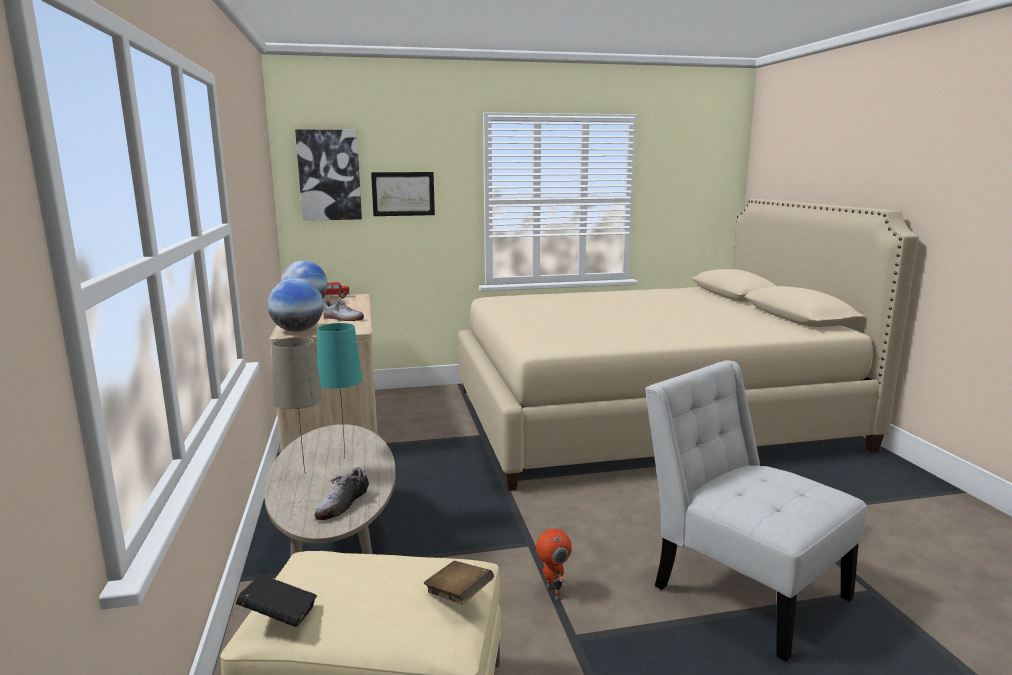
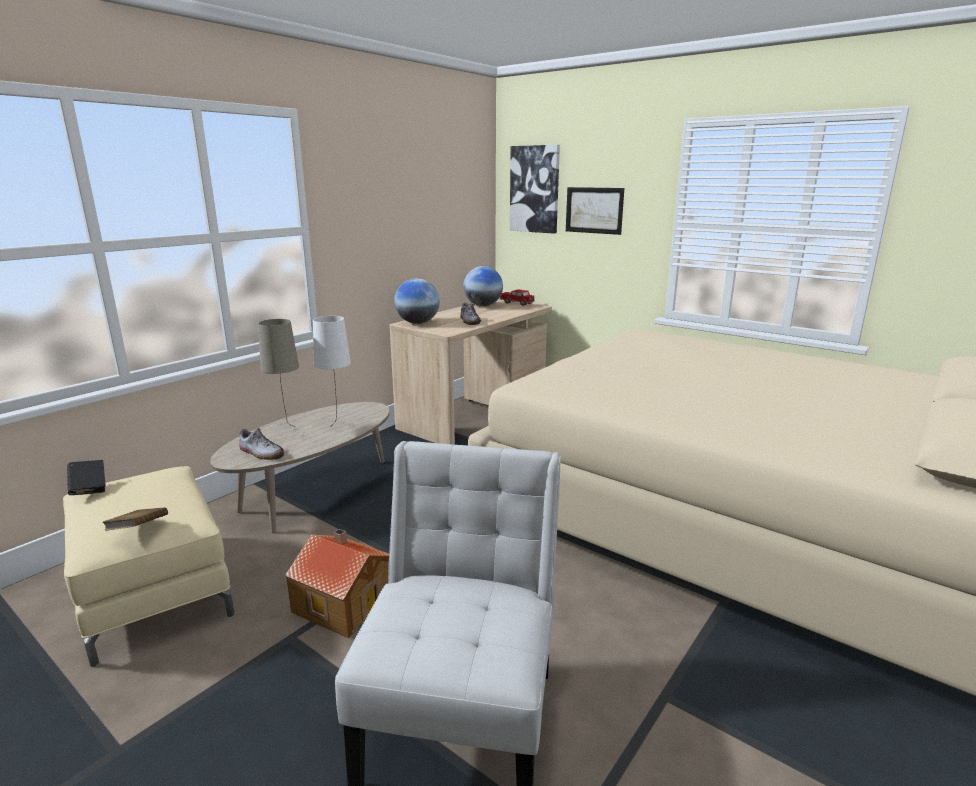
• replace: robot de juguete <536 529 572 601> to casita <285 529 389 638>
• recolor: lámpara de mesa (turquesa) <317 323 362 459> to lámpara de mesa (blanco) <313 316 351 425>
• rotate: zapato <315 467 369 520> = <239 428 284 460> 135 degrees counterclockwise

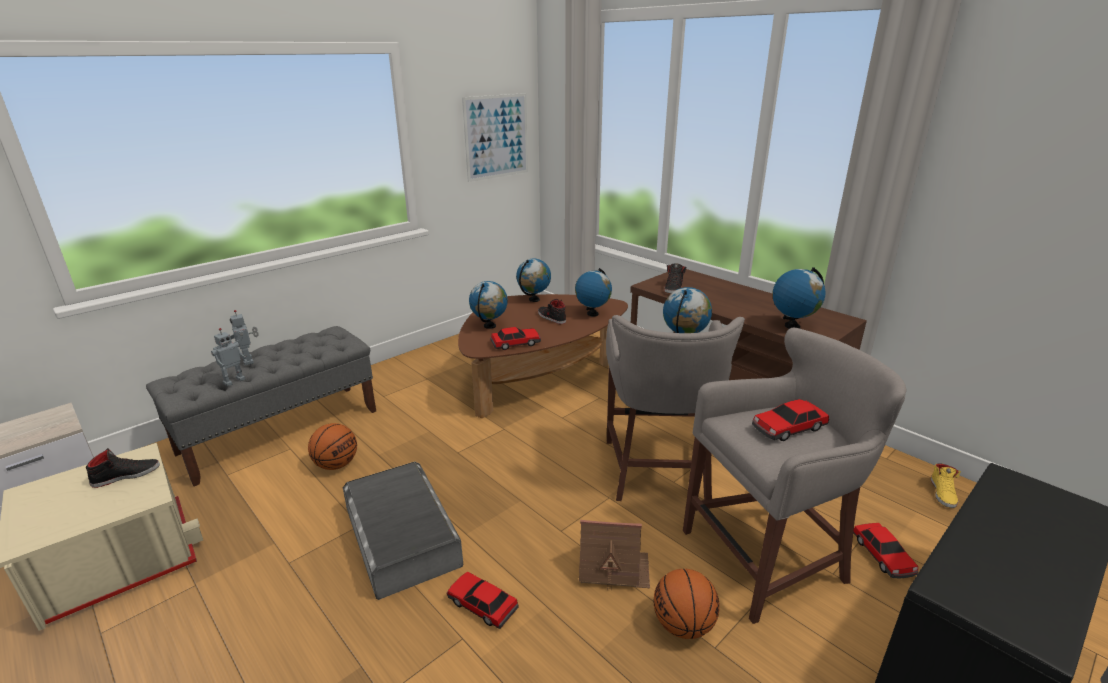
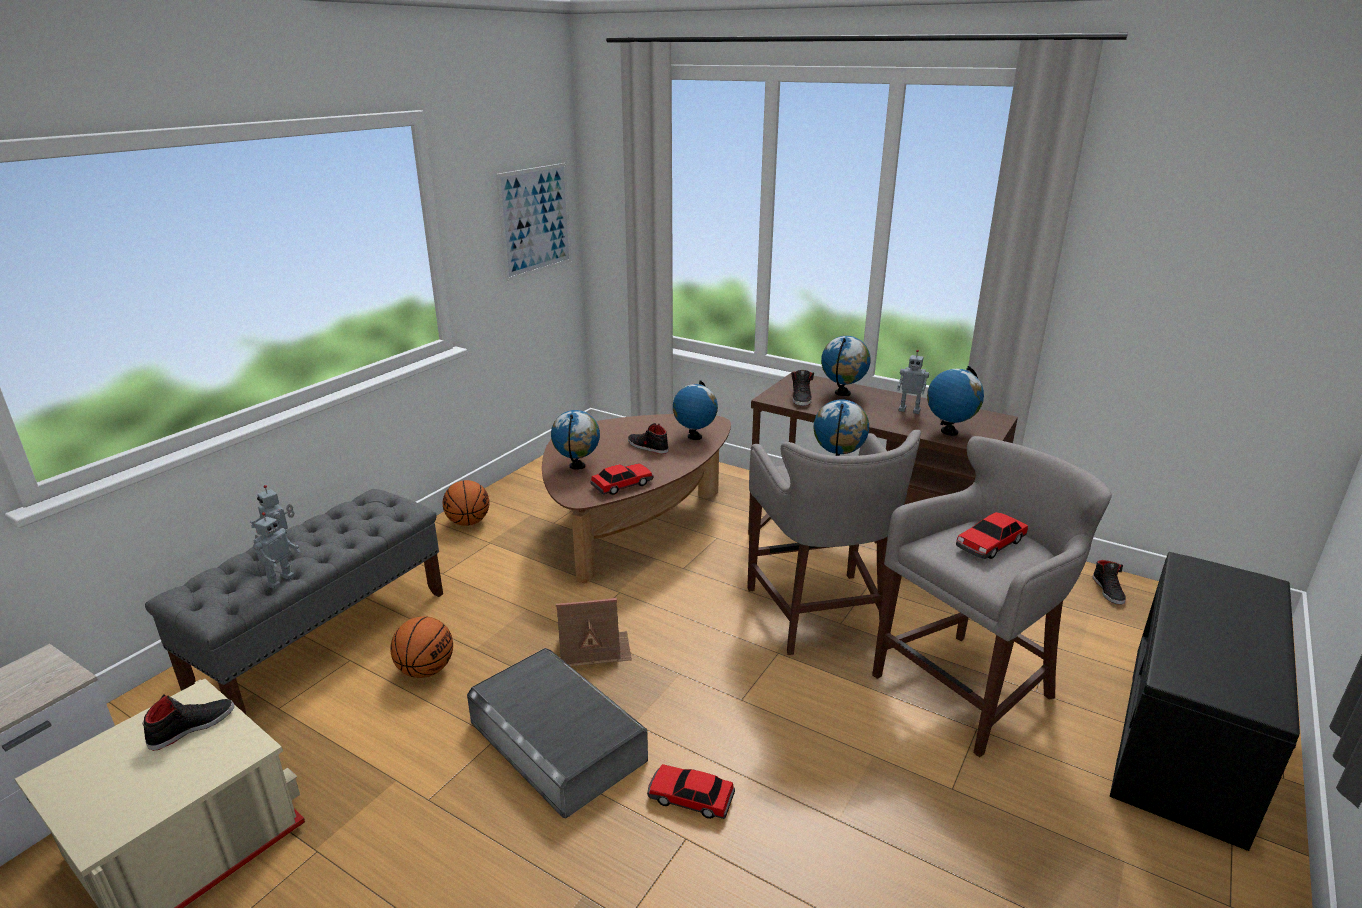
• delete: coche de juguete <853 523 918 578>
• insert: robot de juguete <897 350 929 414>
• move: globo terráqueo <516 259 551 302> to <821 336 871 396>
• move: casita <579 520 650 589> to <556 598 632 667>
• move: balón de baloncesto <653 569 720 639> to <443 480 489 526>
• recolor: zapato (amarillo) <931 464 961 508> to zapato (negro) <1093 560 1126 605>

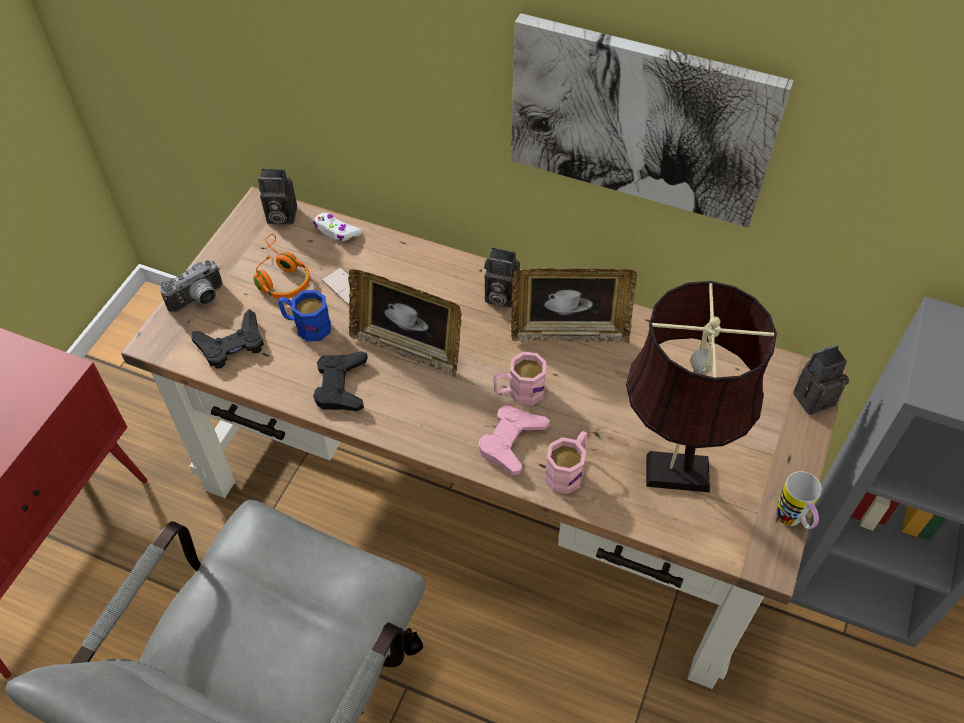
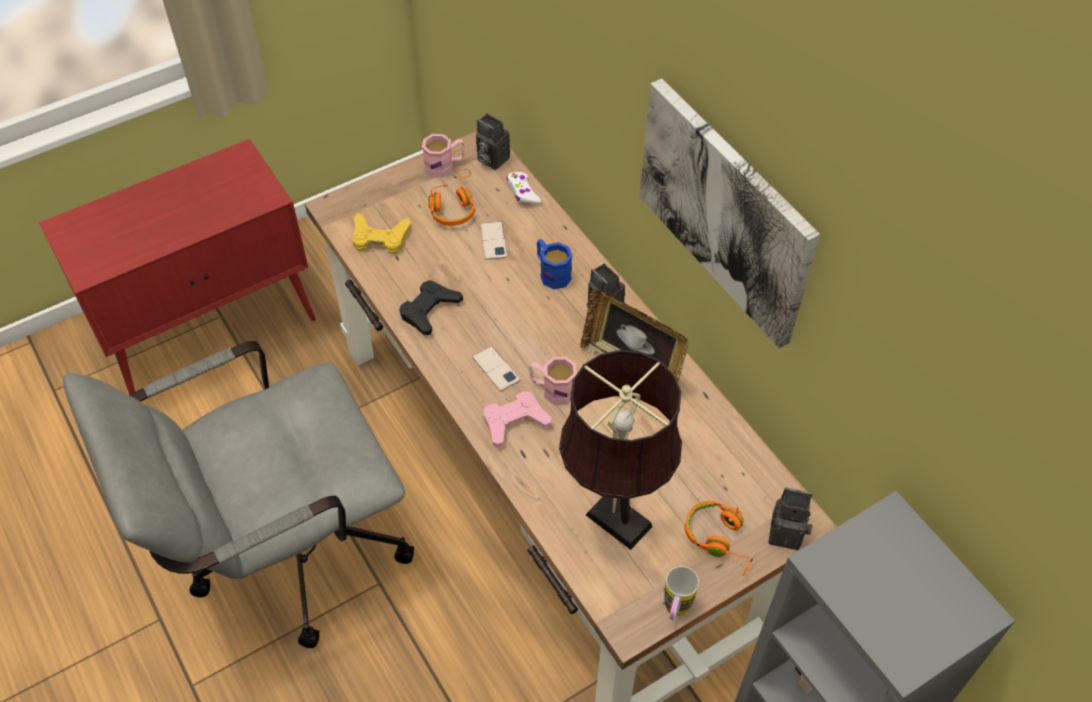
• delete: cámara <160 260 223 313>
• delete: portarretratos <348 269 462 378>
• insert: móvil <472 346 520 391>
• insert: auriculares (naranja) <685 501 754 576>
• move: taza grande (azul) <278 290 331 342> to <537 239 572 289>
• move: taza grande (rosa) <544 431 588 494> to <422 134 465 178>
• recolor: mando de consola (negro) <191 309 264 369> to mando de consola (amarillo) <352 213 411 254>

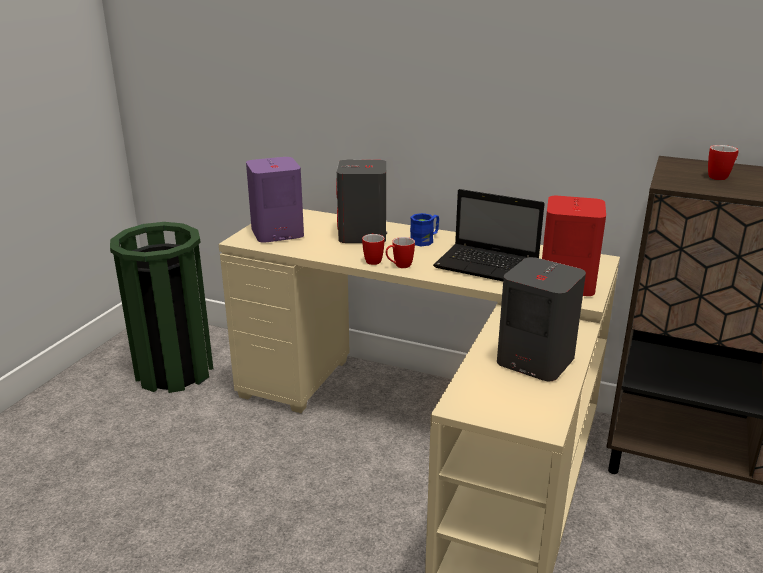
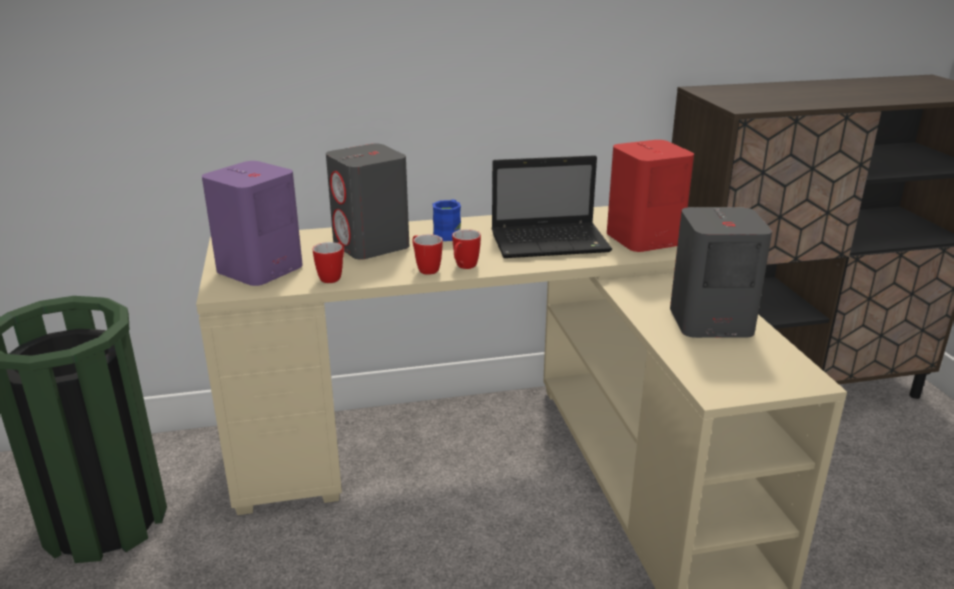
• move: taza grande <708 145 738 180> to <312 242 344 283>

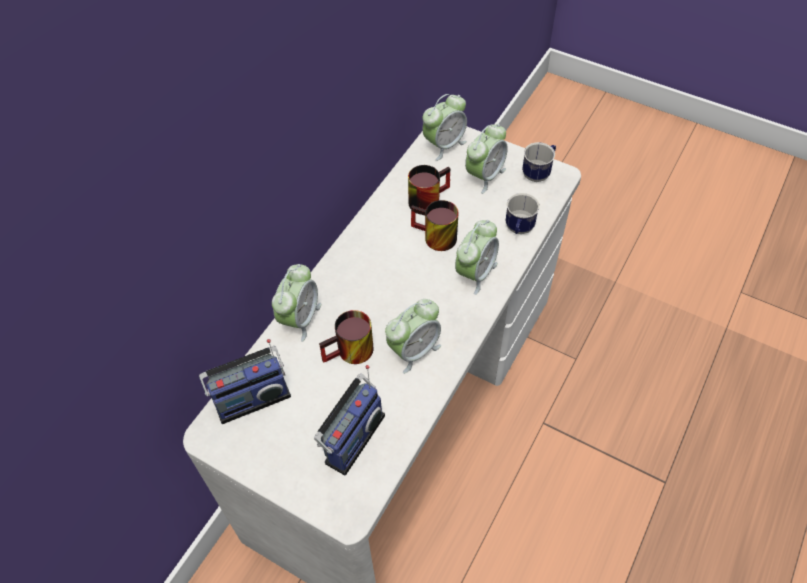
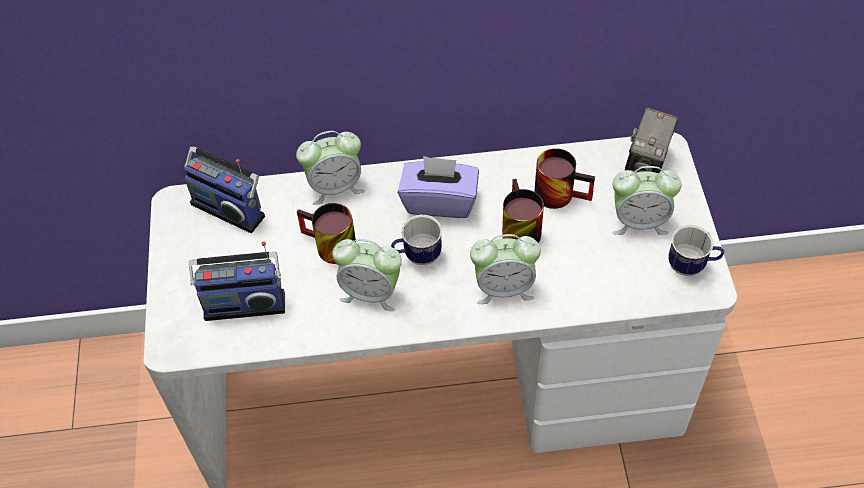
• insert: caja de pañuelos (morado) <398 156 479 218>
• move: taza grande <505 193 540 234> to <391 215 442 265>
• replace: despertador <422 94 467 161> to cámara <625 107 678 174>

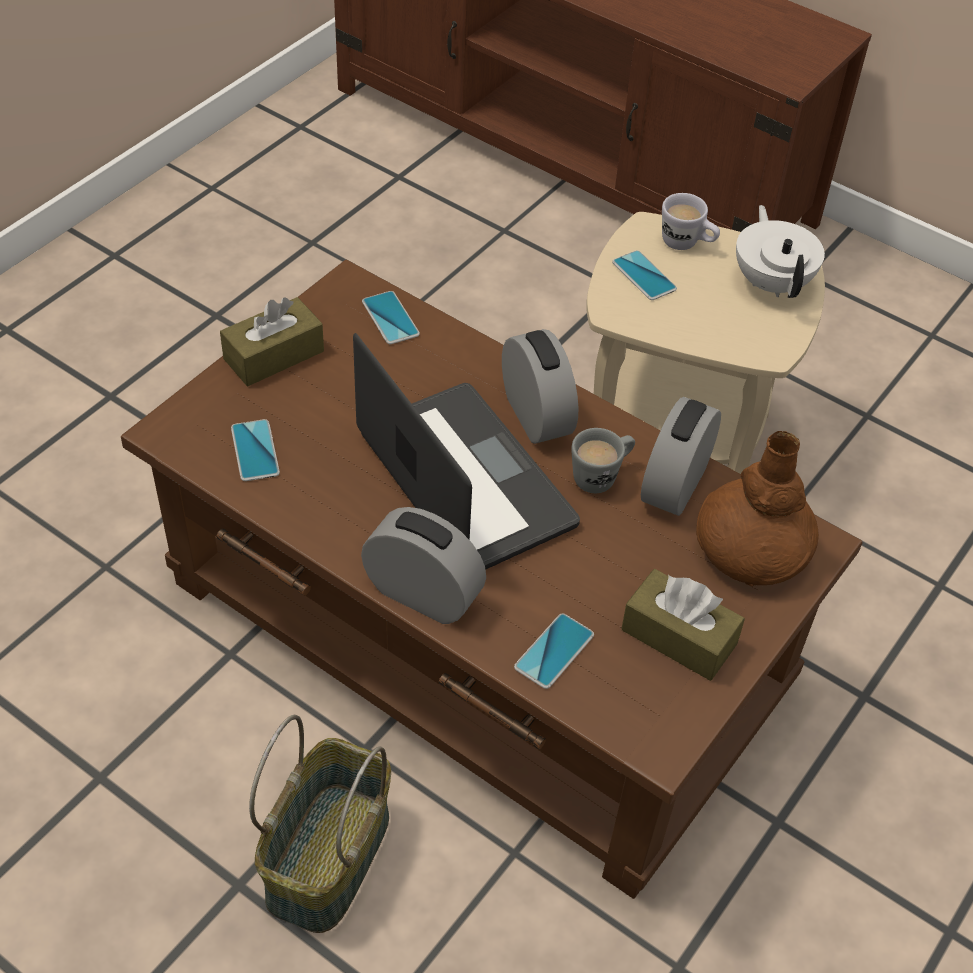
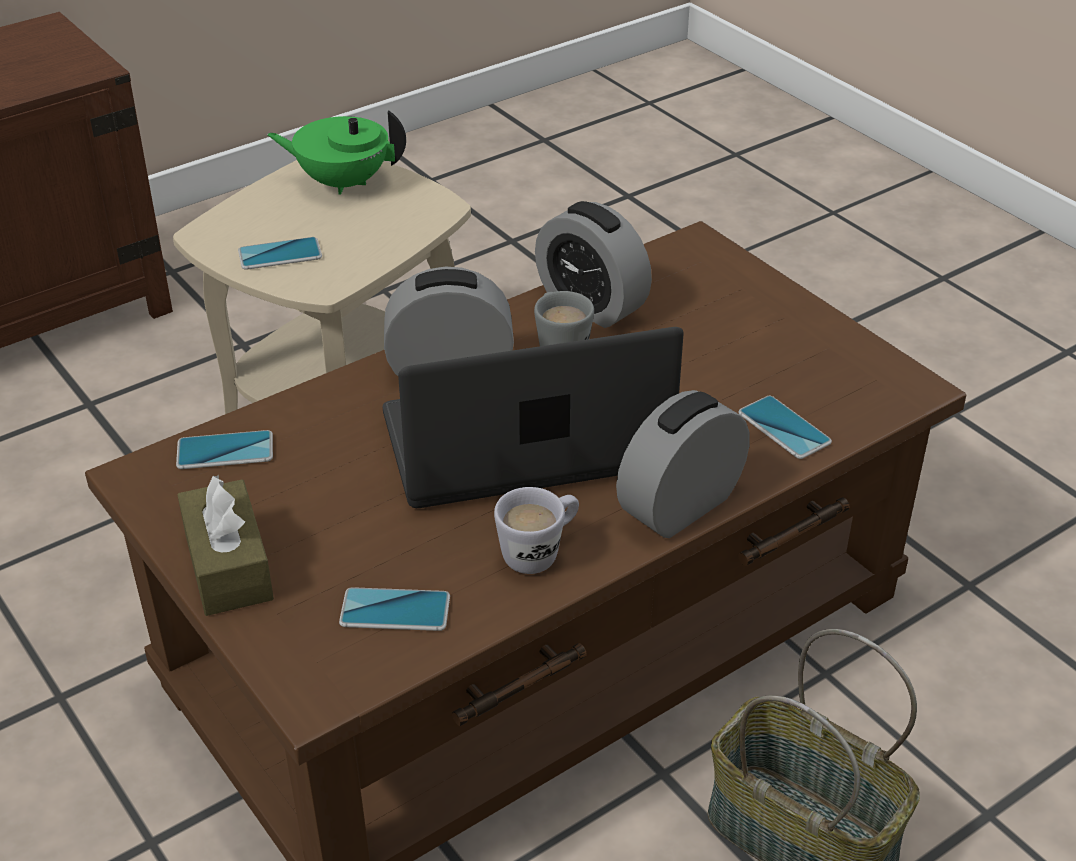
• delete: caja de pañuelos (marrón) <621 569 745 681>
• delete: florero (marrón) <696 431 819 586>
• move: taza grande (blanco) <662 193 720 250> to <494 487 579 574>
• recolor: tetera (blanco) <736 205 825 298> to tetera (verde) <267 110 406 195>

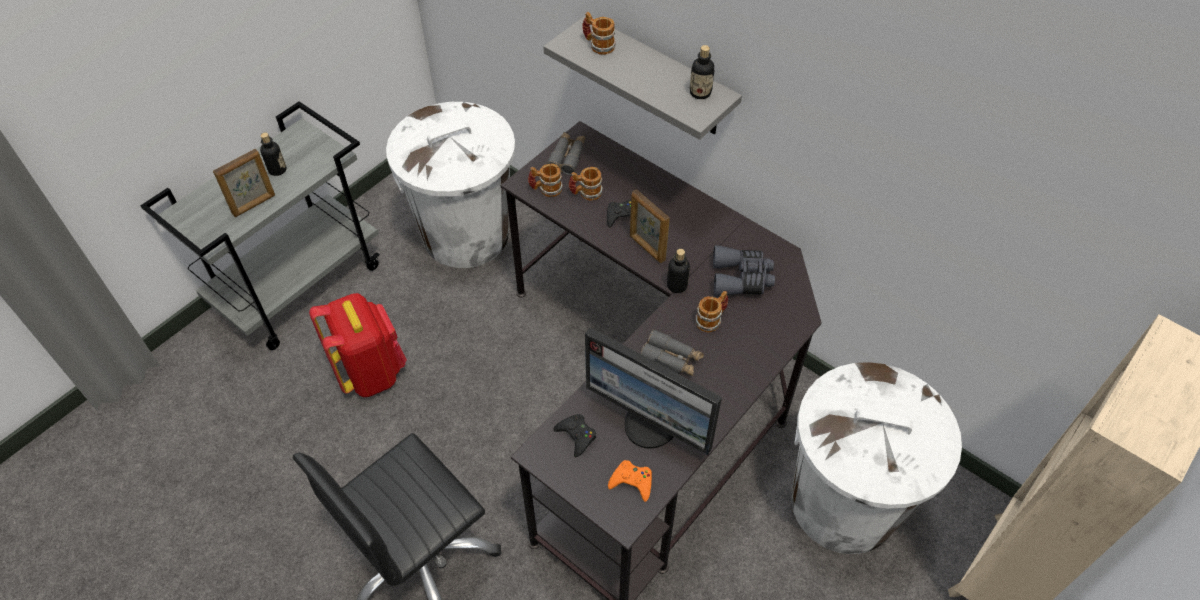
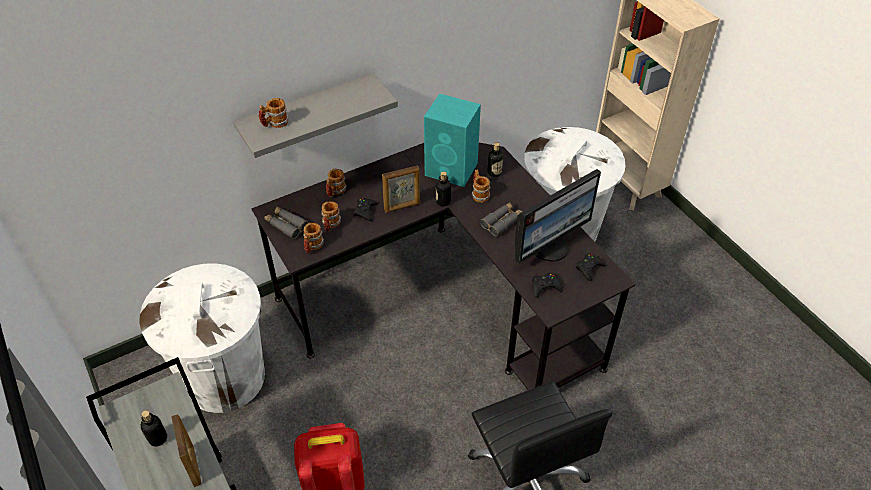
• insert: taza grande <326 169 347 197>
• move: botella <690 45 715 99> to <488 142 503 177>
• replace: prismáticos (gris) <713 246 775 296> to altavoz (turquesa) <424 93 481 187>
• recolor: mando de consola (naranja) <608 460 652 502> to mando de consola (negro) <576 253 606 281>

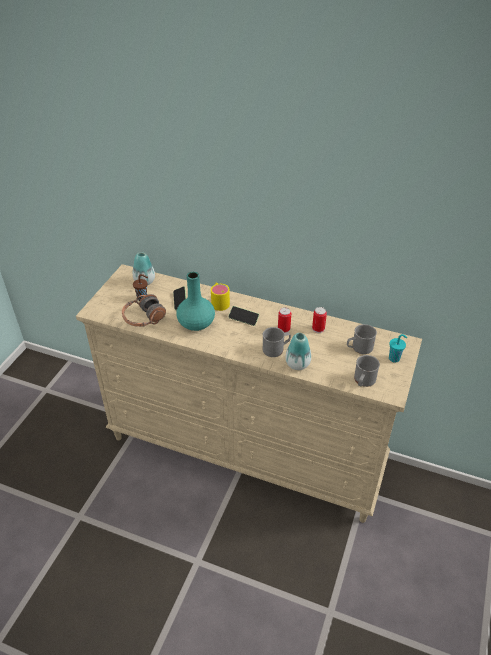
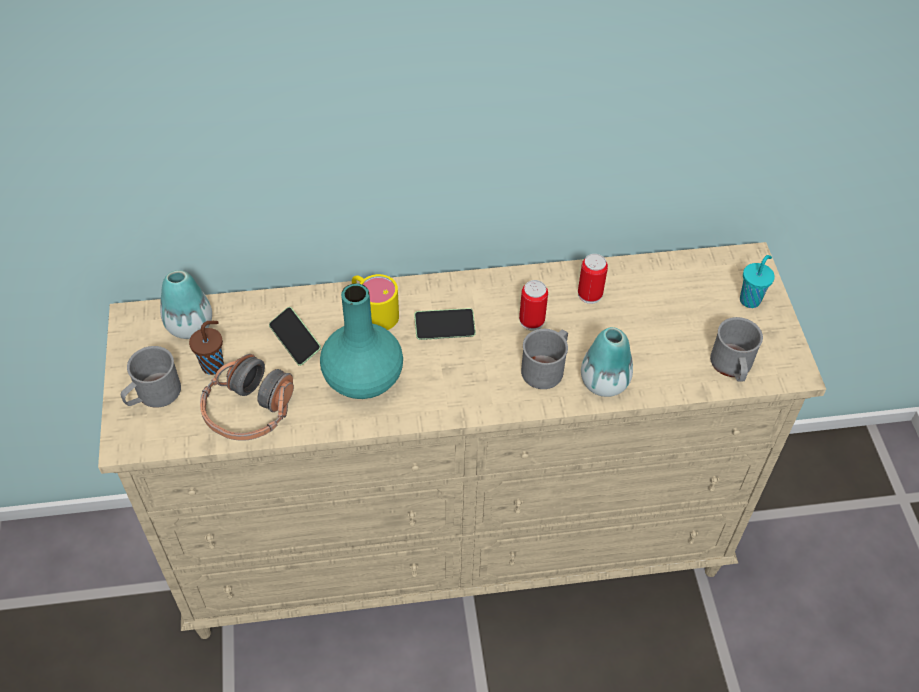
• move: taza grande (gris) <347 324 377 354> to <121 346 181 408>

